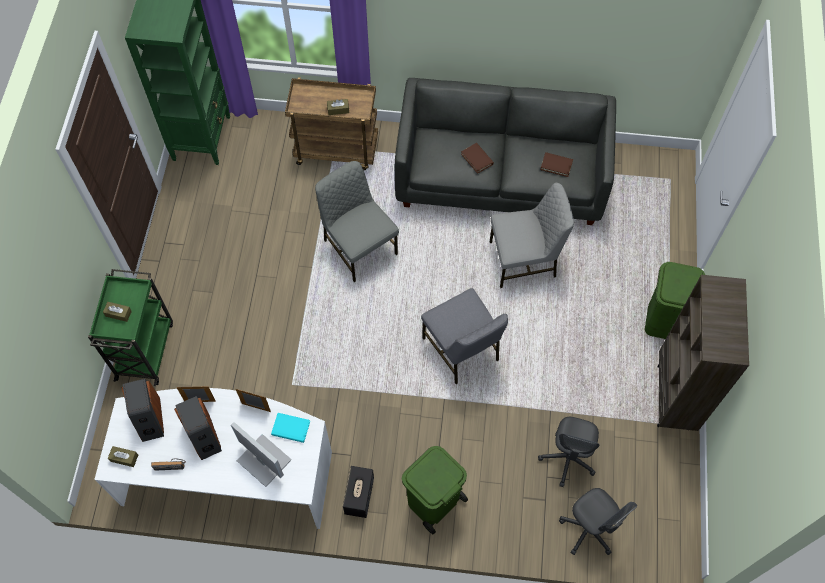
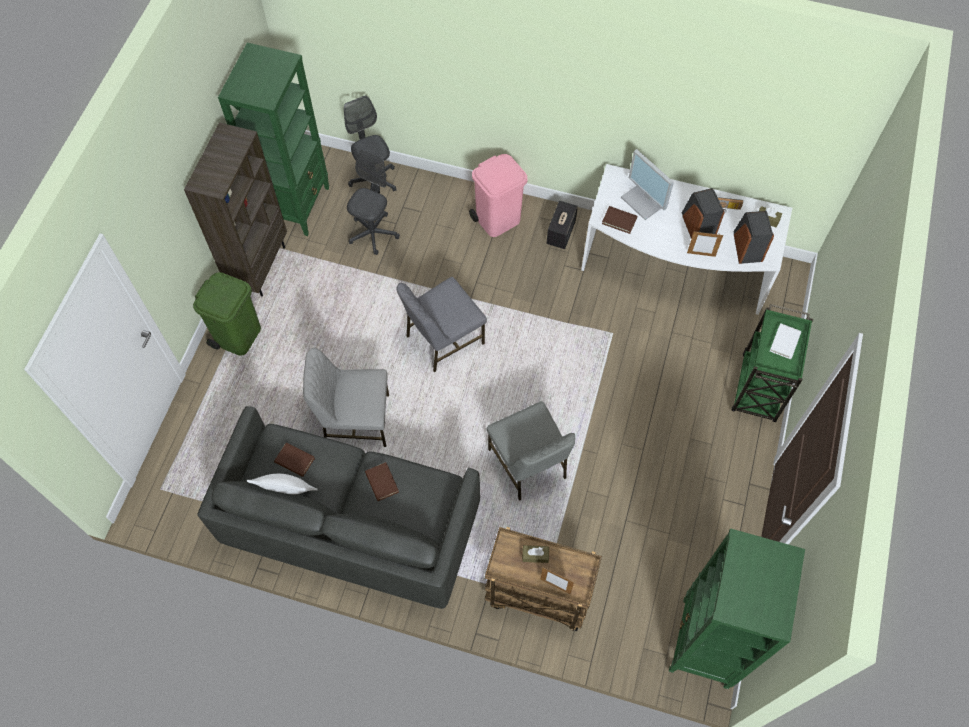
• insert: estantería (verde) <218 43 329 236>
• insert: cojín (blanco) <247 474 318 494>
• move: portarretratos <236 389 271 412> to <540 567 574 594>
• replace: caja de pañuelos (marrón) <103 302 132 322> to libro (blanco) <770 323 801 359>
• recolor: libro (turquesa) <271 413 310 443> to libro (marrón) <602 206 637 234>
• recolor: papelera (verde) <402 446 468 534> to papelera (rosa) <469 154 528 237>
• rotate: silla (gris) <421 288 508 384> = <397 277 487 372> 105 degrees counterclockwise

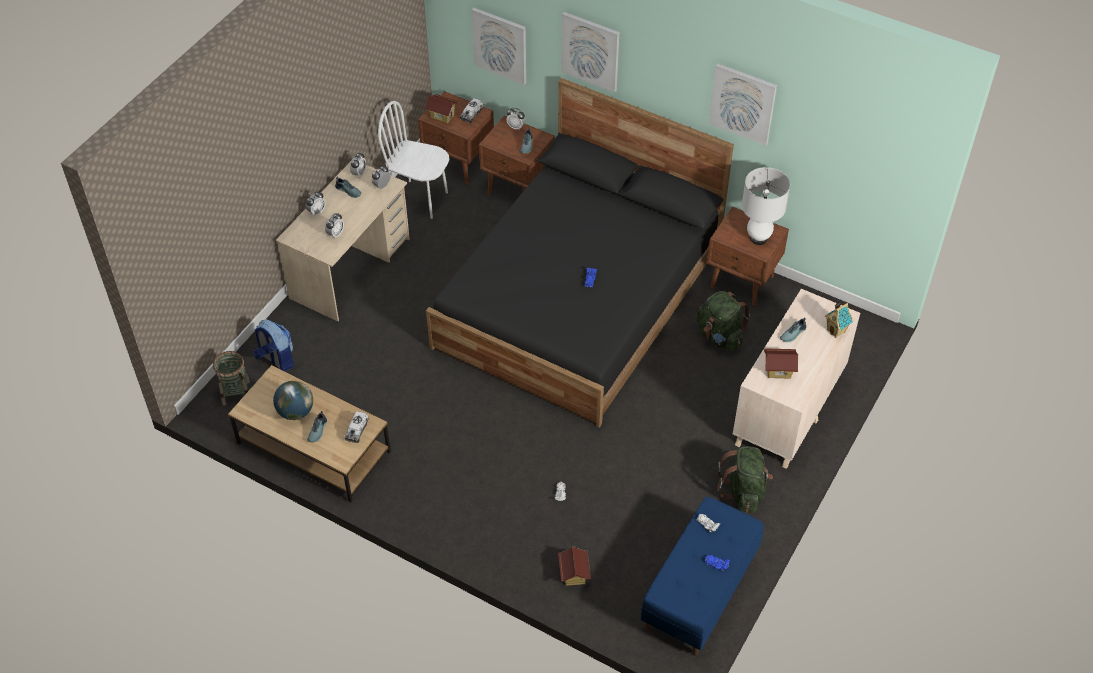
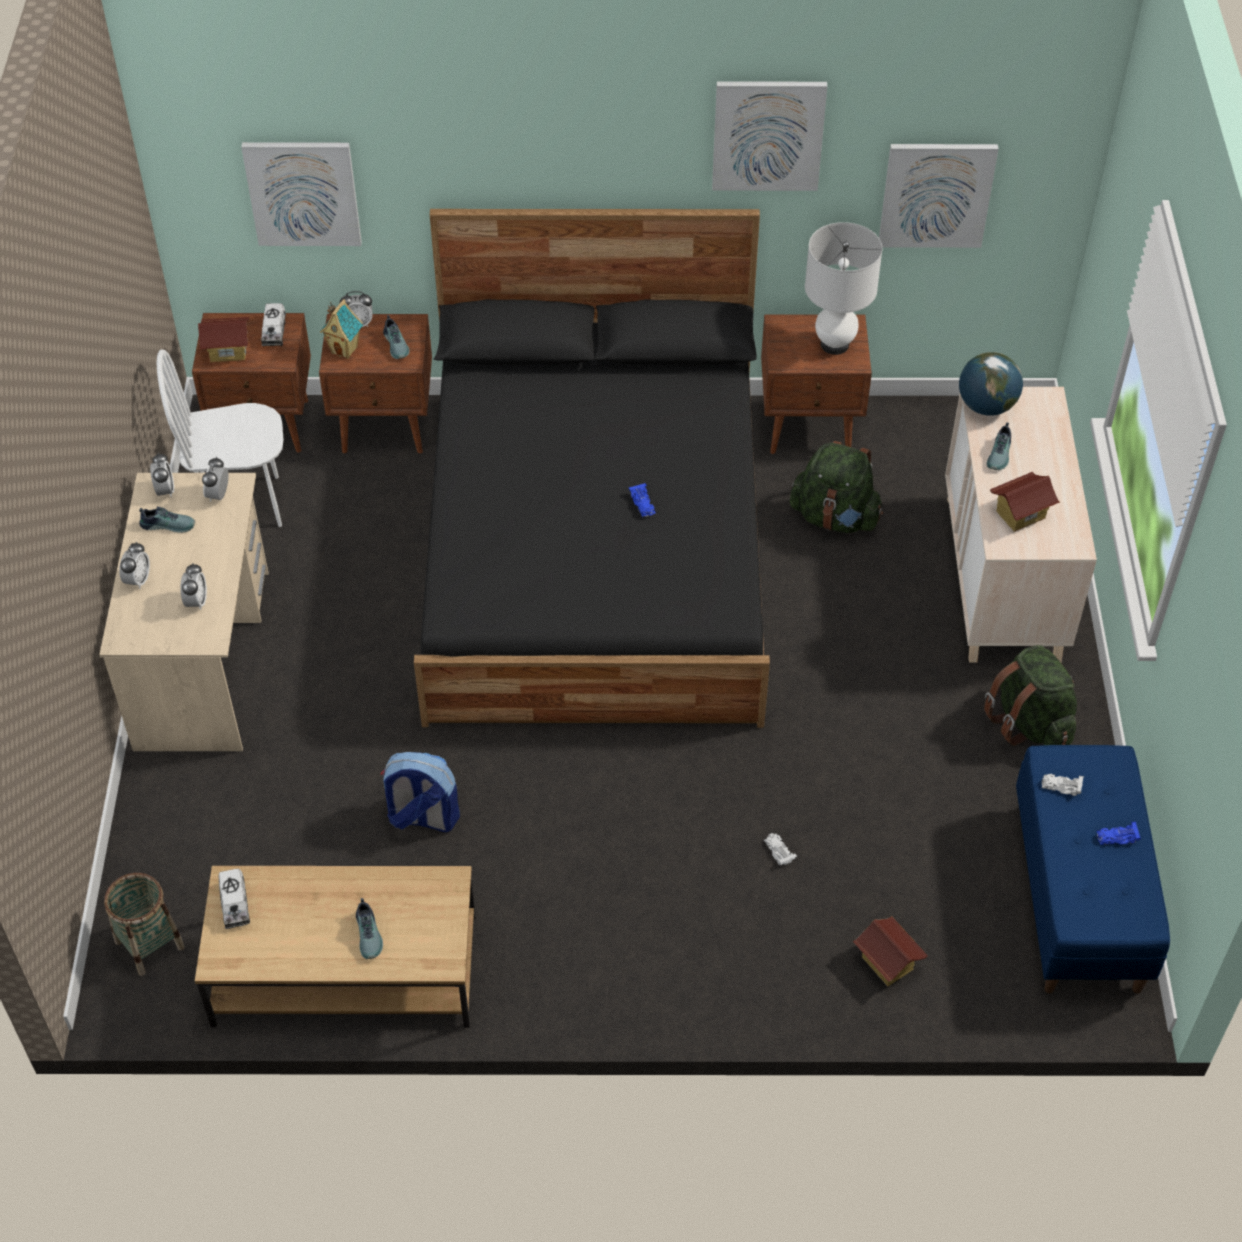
• move: mochila <253 319 294 372> to <381 752 460 832>
• move: globo terráqueo <273 381 313 420> to <959 352 1023 416>
• move: camión de juguete <345 411 369 443> to <219 869 250 929>
• move: cuadro <562 12 620 92> to <879 144 999 248>
• move: casita <825 301 854 338> to <320 299 363 359>

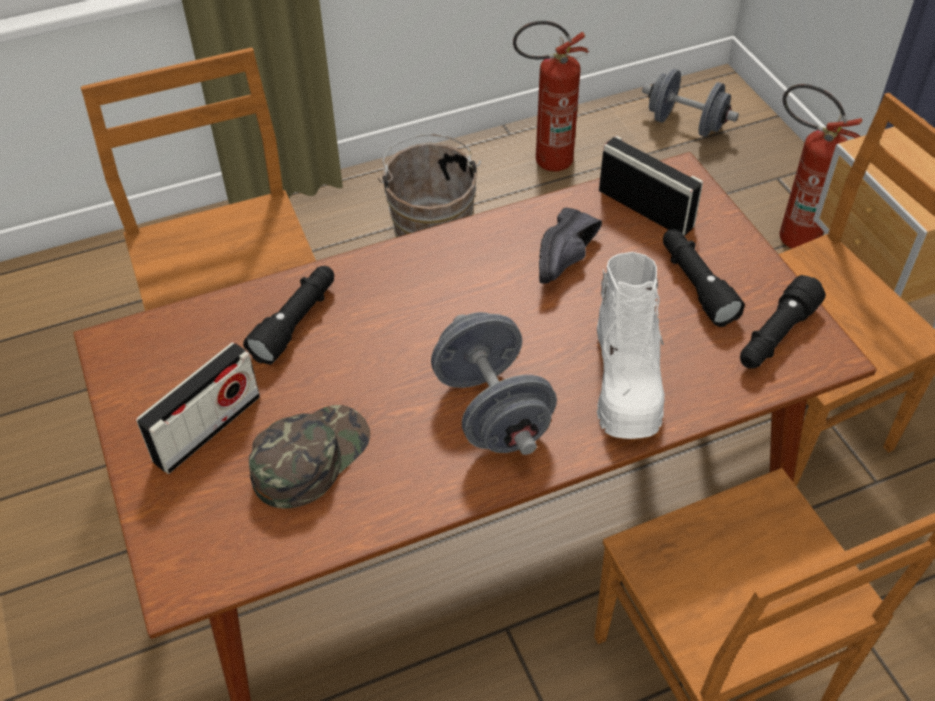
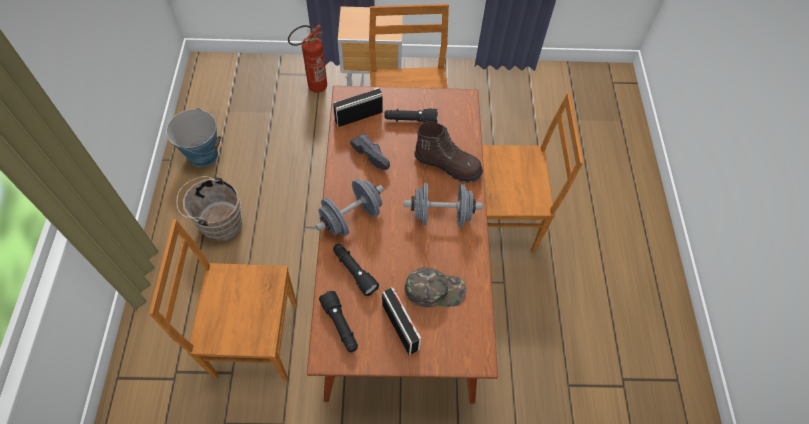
• move: mancuerna (gris) <642 69 739 137> to <316 179 384 236>
• move: linterna (negro) <740 275 826 369> to <319 291 358 352>
• replace: extintor <513 21 589 172> to cubo <166 108 221 167>
• recolor: bota (blanco) <597 252 665 439> to bota (marrón) <414 121 483 182>
• rotate: gorra (verde) <249 405 370 509> = <405 267 466 307> 120 degrees clockwise

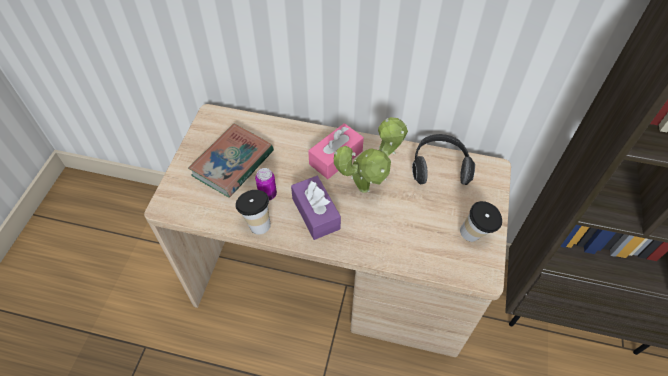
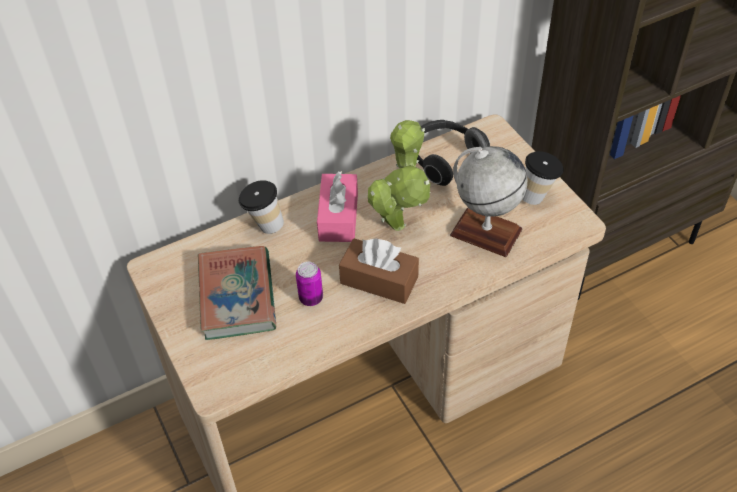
• insert: globo terráqueo <450 146 527 257>
• move: taza <235 190 271 234> to <239 180 284 234>
• recolor: caja de pañuelos (morado) <291 176 341 240> to caja de pañuelos (marrón) <339 238 419 304>

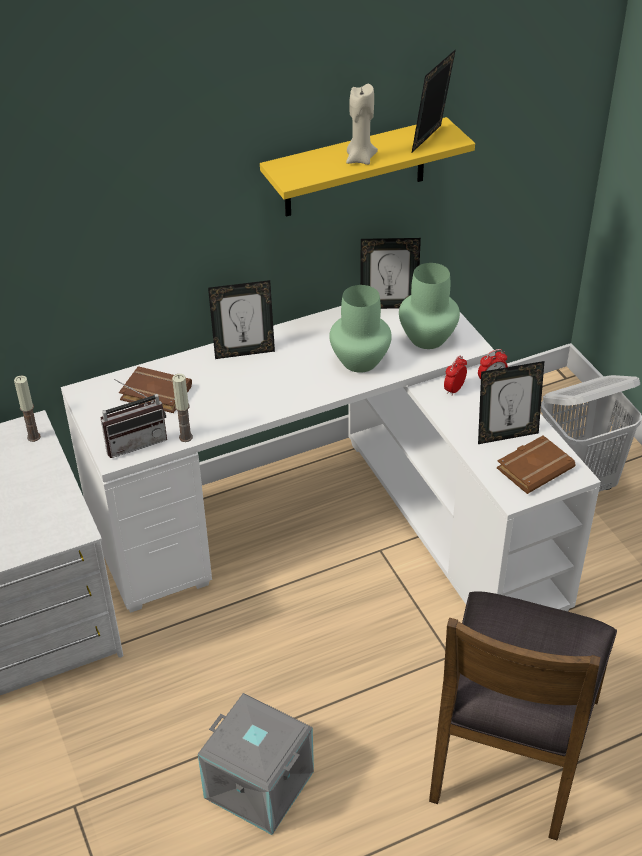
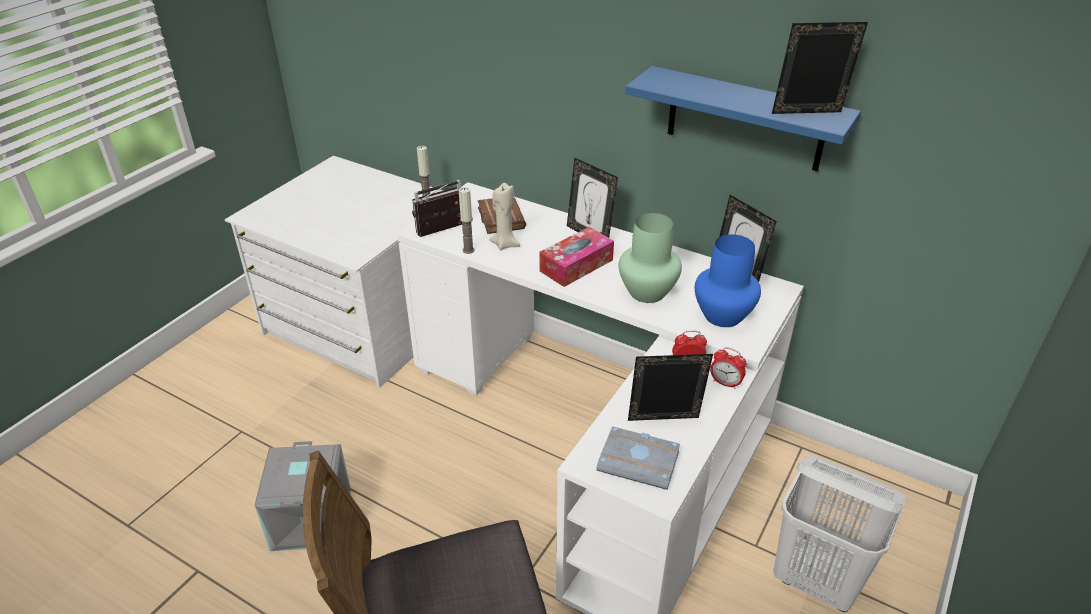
• insert: caja de pañuelos <539 227 614 287>
• move: vela (beis) <346 84 378 165> to <489 183 520 250>
• recolor: estante (amarillo) <260 117 475 217> to estante (azul) <625 66 861 171>
• recolor: florero (verde) <399 263 460 349> to florero (azul) <695 234 761 327>
• recolor: libro (marrón) <497 435 576 494> to libro (gris) <596 426 680 490>
• rotate: radio <100 379 167 458> = <412 180 462 237> 120 degrees clockwise
• rotate: portarretratos <478 361 544 444> = <628 354 713 421> 135 degrees clockwise

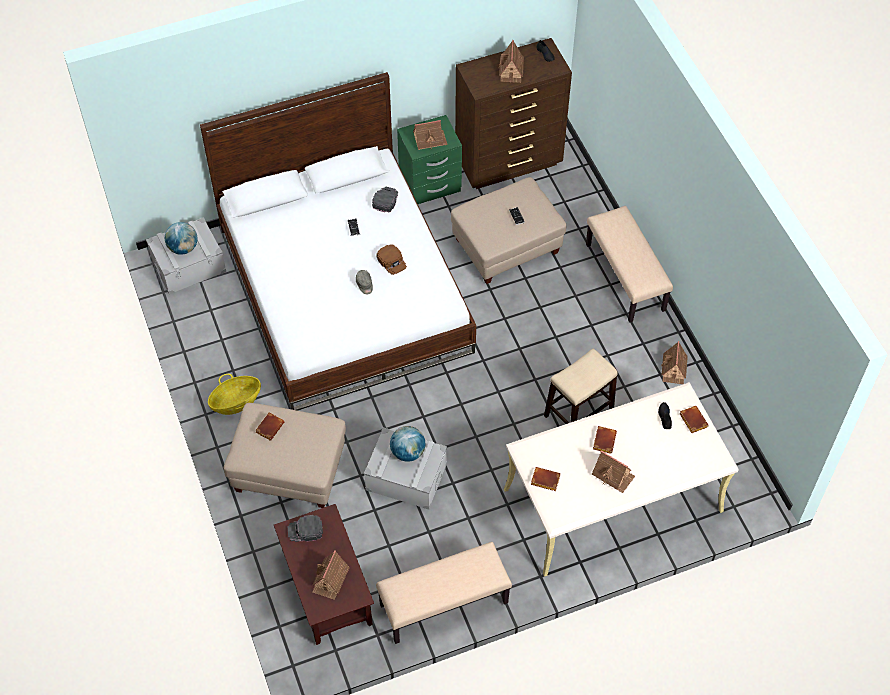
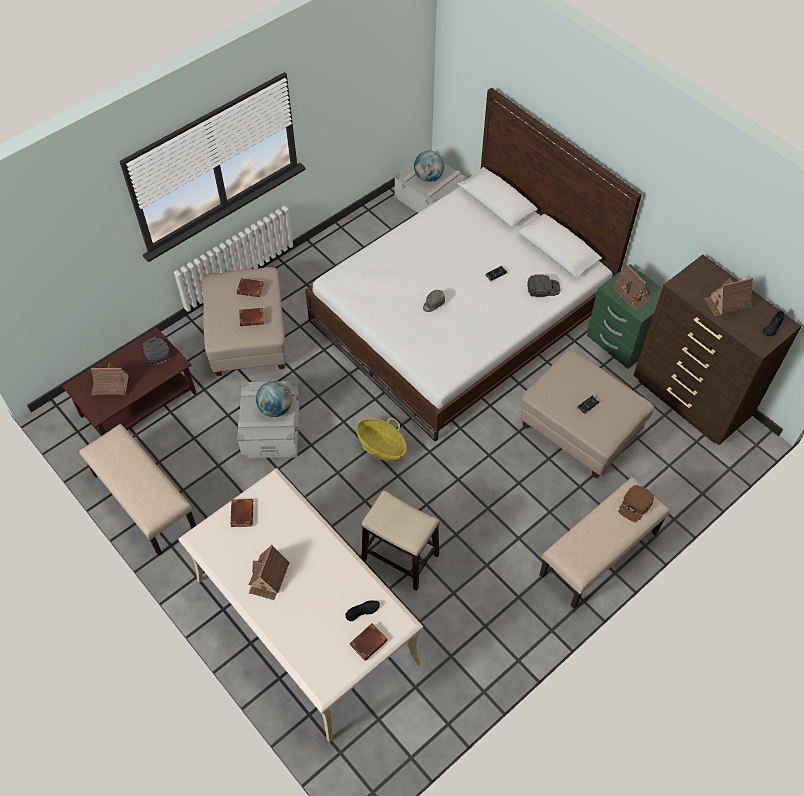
• delete: casita <661 341 688 384>
• move: cesta <208 374 261 415> to <357 418 407 461>
• move: gorra (marrón) <376 244 407 275> to <619 485 654 522>
• move: libro (marrón) <593 426 617 454> to <239 308 264 326>

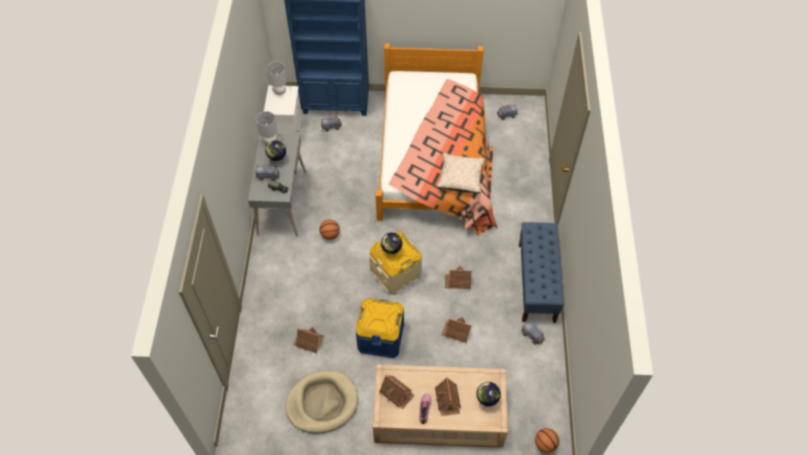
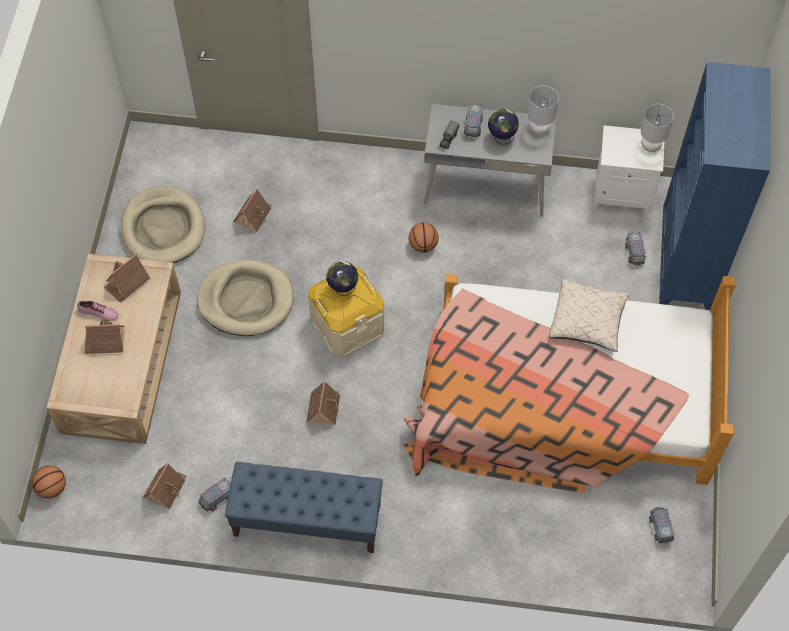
• delete: globo terráqueo <476 382 501 406>
• move: cojín (beis) <437 153 486 194> to <549 279 629 352>
• move: casita <442 317 472 343> to <143 463 187 509>
• replace: caja de almacenaje (azul) <356 298 404 358> to cama para perro (beis) <197 259 294 336>

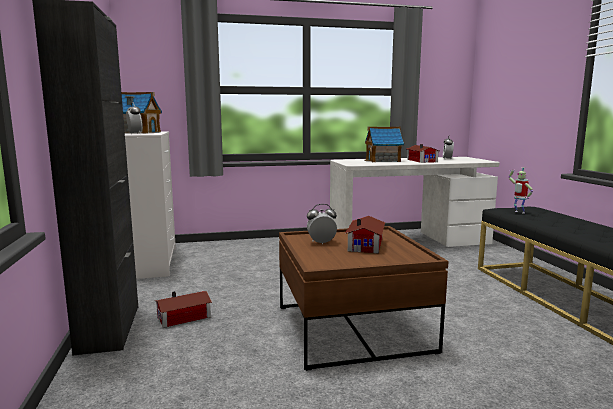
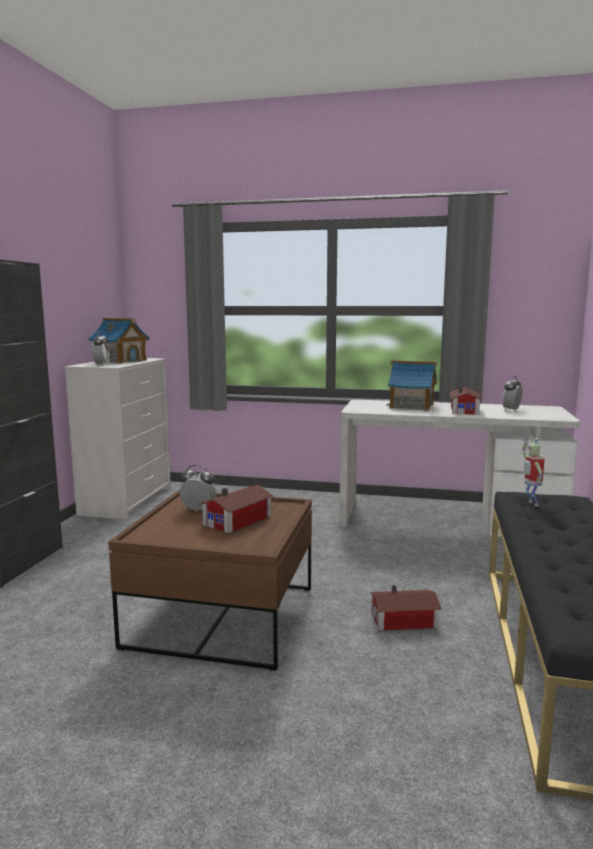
• move: casita <156 291 212 328> to <370 586 442 631>

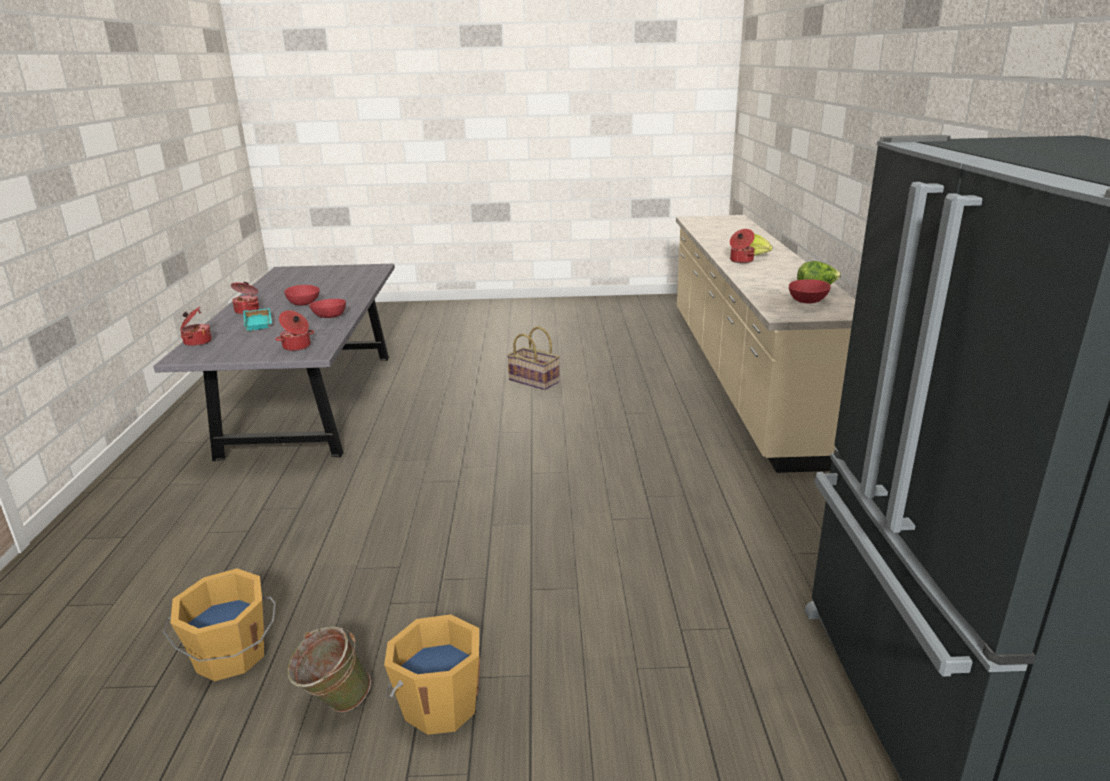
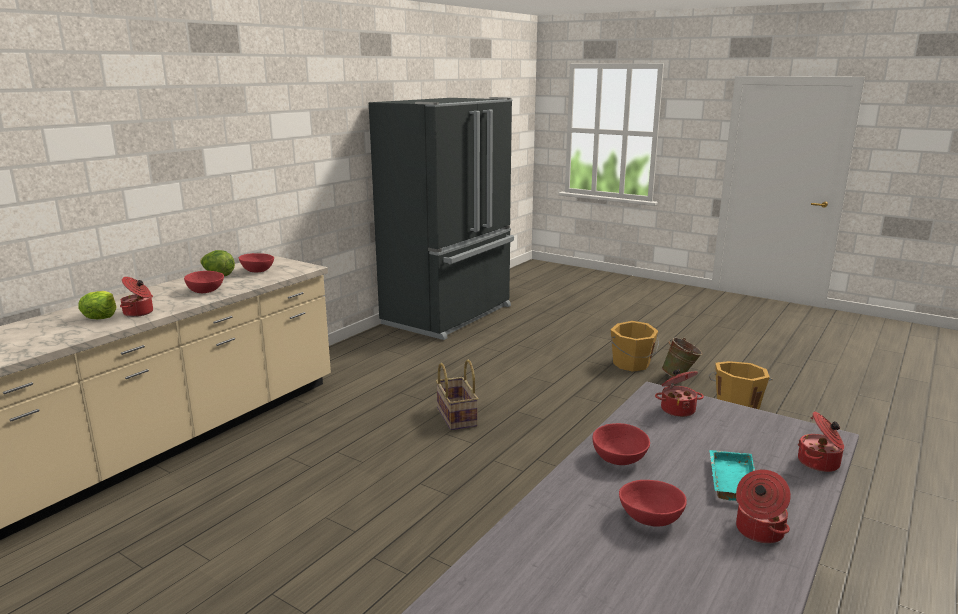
• insert: cuenco (rojo) <184 271 224 293>
• move: cesta <507 326 560 390> to <436 360 478 431>

